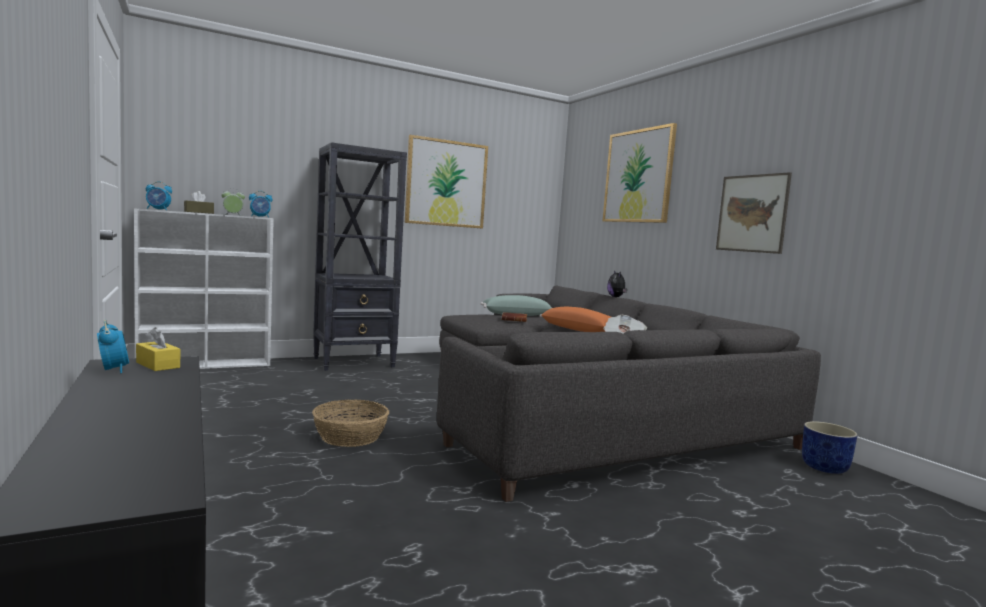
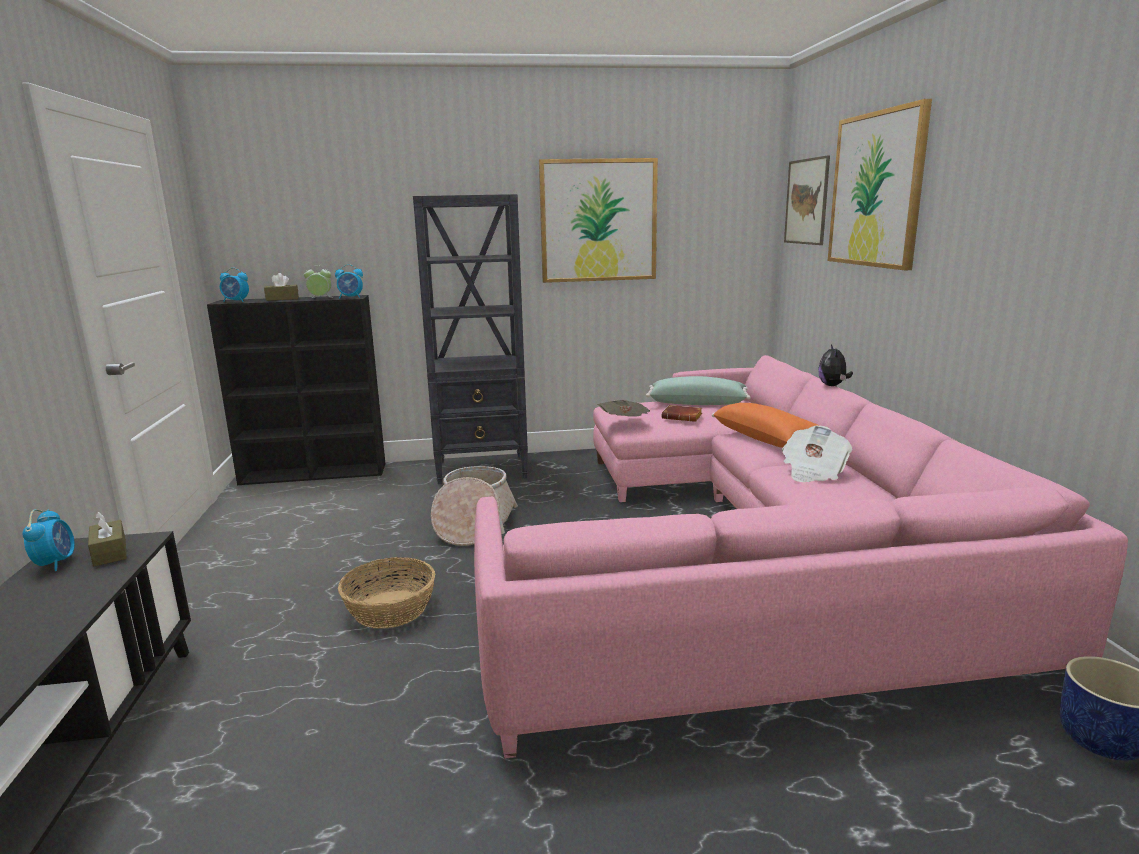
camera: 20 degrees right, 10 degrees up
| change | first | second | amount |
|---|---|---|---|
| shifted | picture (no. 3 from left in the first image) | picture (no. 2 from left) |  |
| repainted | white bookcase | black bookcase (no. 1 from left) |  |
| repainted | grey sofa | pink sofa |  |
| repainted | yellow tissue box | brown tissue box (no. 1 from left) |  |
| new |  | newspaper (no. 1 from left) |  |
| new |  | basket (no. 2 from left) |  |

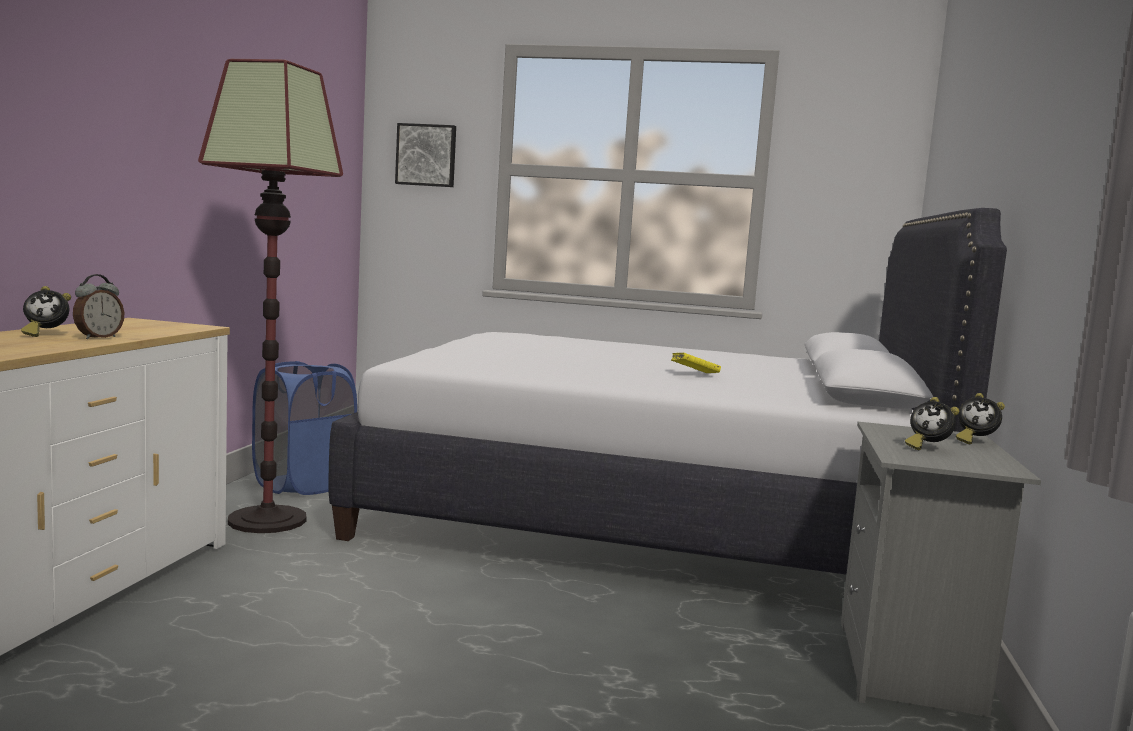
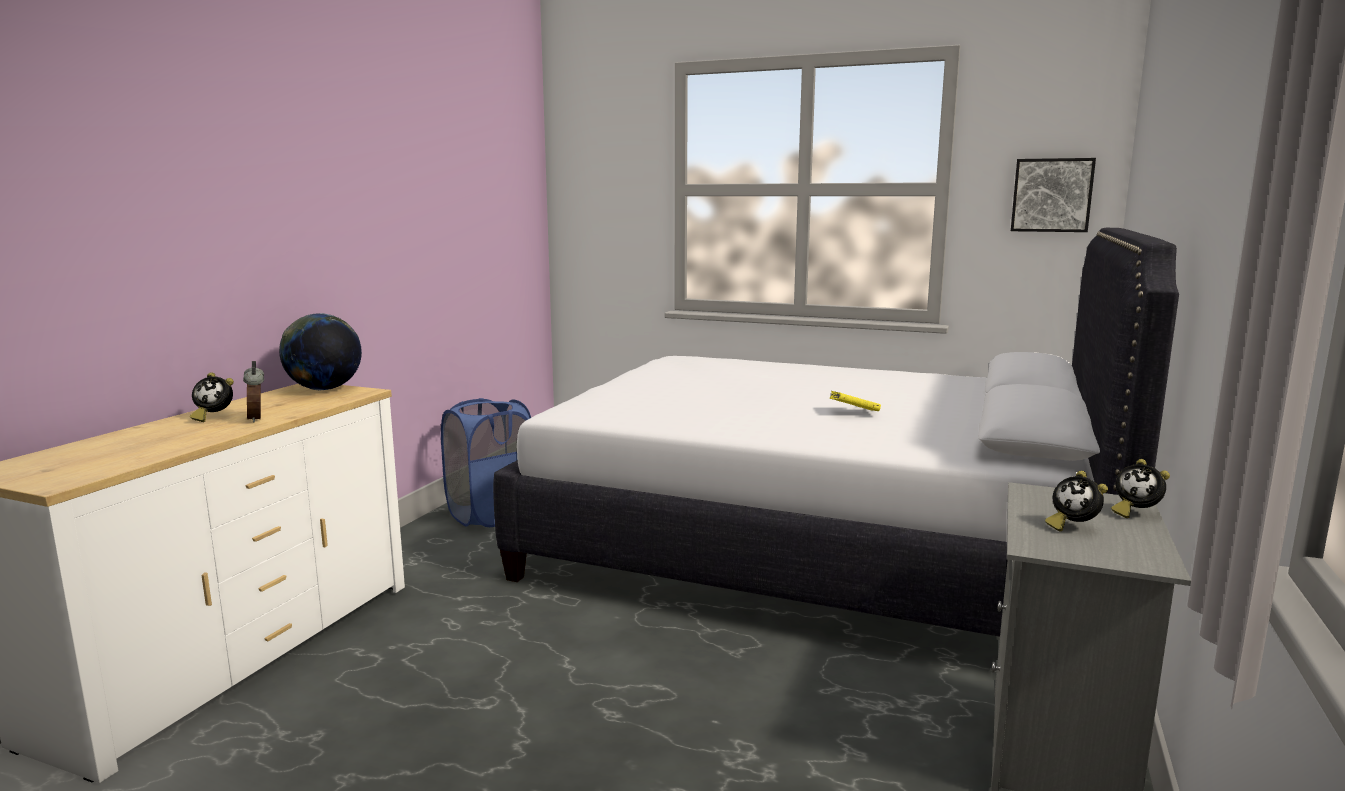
camera: 10 degrees right, 5 degrees up
| change | first | second | amount |
|---|---|---|---|
| gone | floor lamp |  |  |
| shifted | picture |  |  |
| rotated | alarm clock (no. 2 from left) |  | 120 degrees clockwise |
| new |  | globe |  |

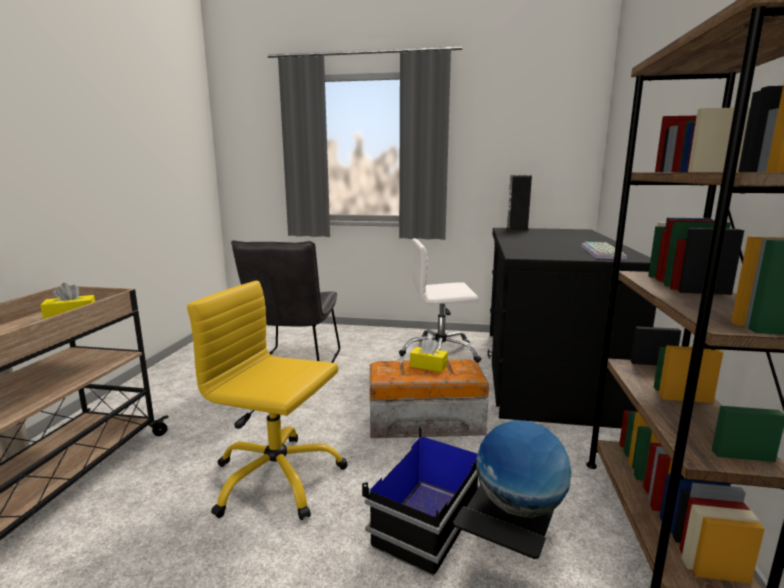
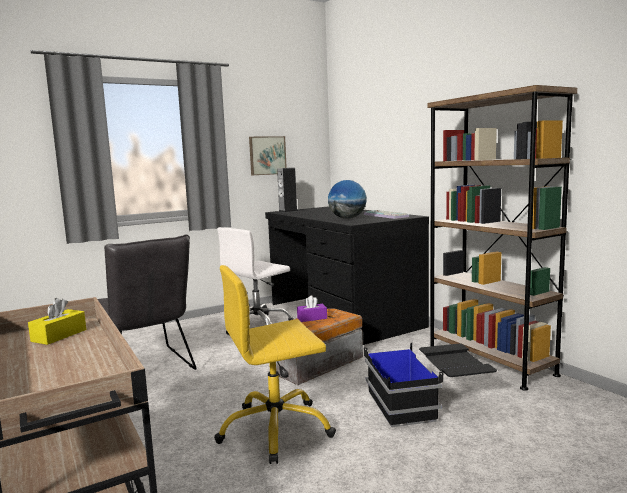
camera: 40 degrees left, 5 degrees down
| change | first | second | amount |
|---|---|---|---|
| repainted | yellow tissue box (no. 2 from left) | purple tissue box |  |
| shifted | globe |  |  |
| new |  | picture |  |

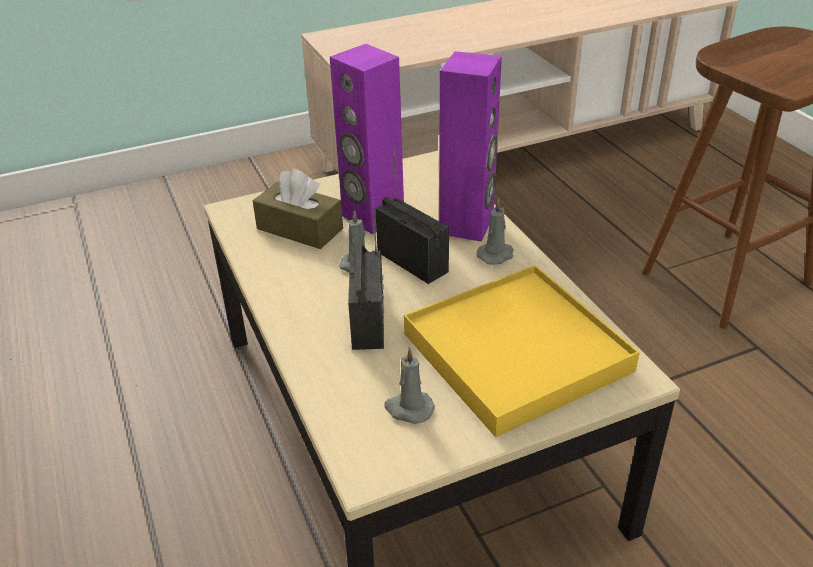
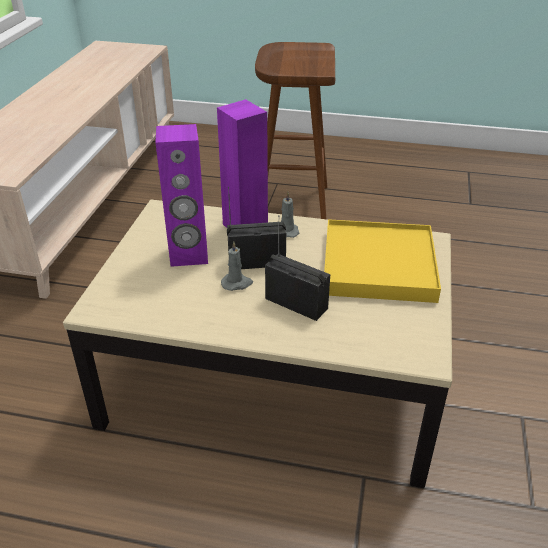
camera: 55 degrees left, 0 degrees up
| change | first | second | amount |
|---|---|---|---|
| gone | brown tissue box |  |  |
| gone | grey candle (no. 2 from left) |  |  |

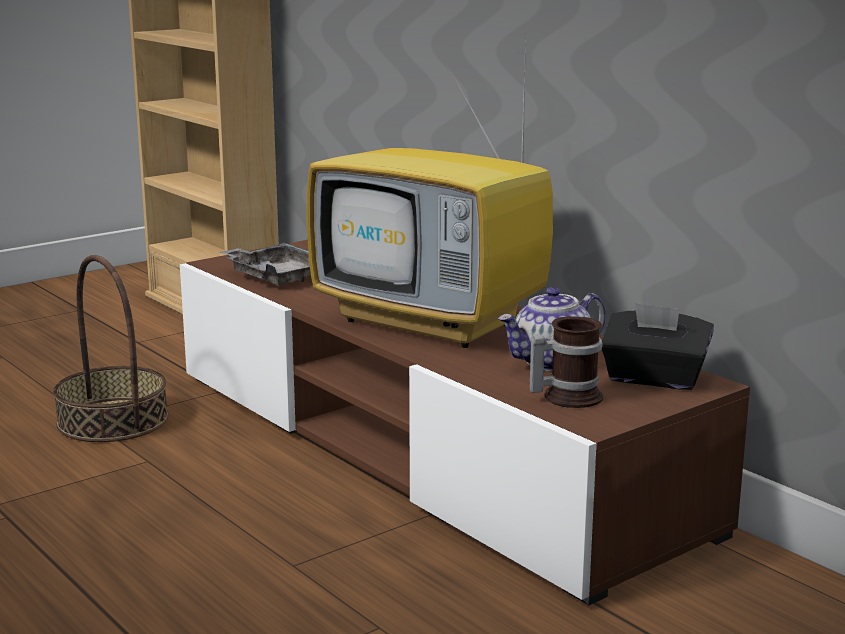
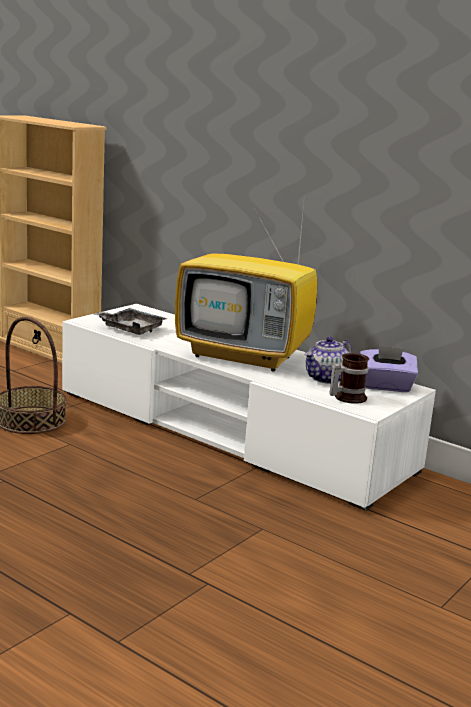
camera: 15 degrees left, 0 degrees up
| change | first | second | amount |
|---|---|---|---|
| repainted | brown tv stand | white tv stand |  |
| repainted | black tissue box | purple tissue box |  |

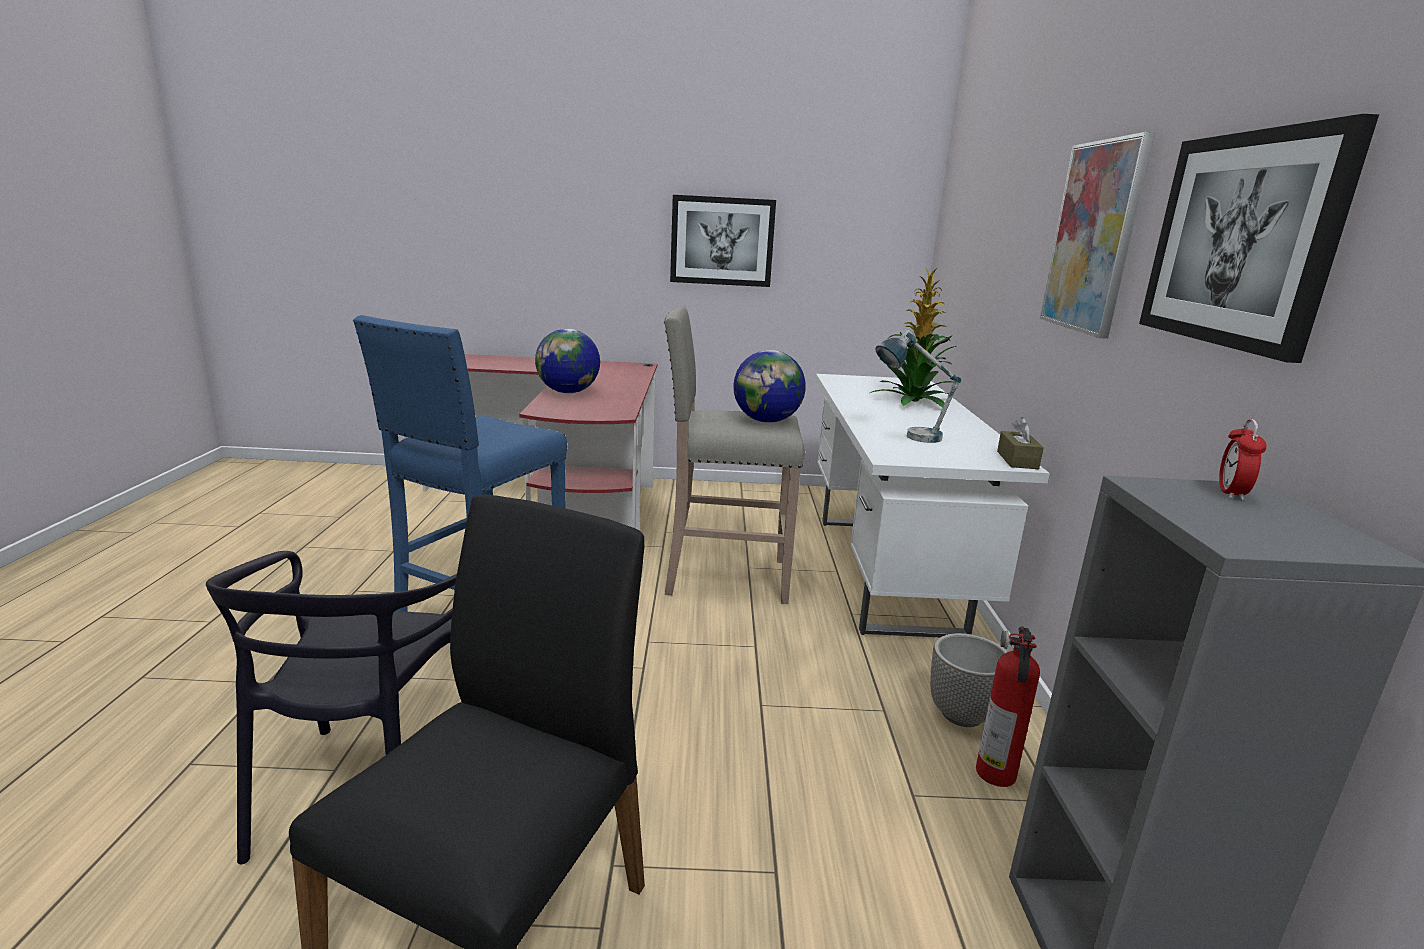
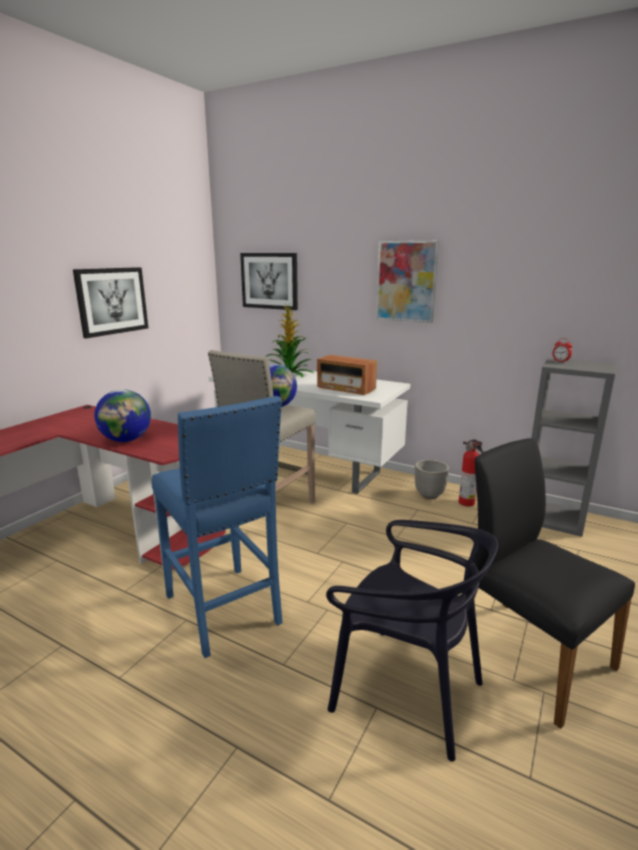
camera: 60 degrees left, 0 degrees up
| change | first | second | amount |
|---|---|---|---|
| shifted | picture (no. 3 from left in the first image) | picture (no. 2 from left) |  |
| swapped | table lamp | radio |  |
| gone | brown tissue box |  |  |

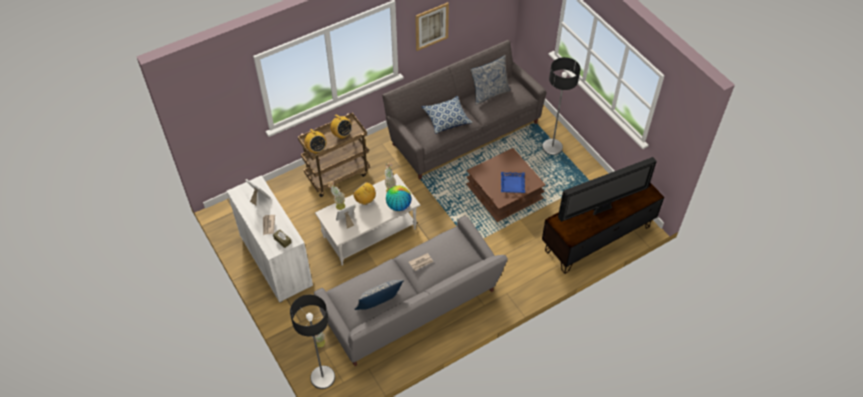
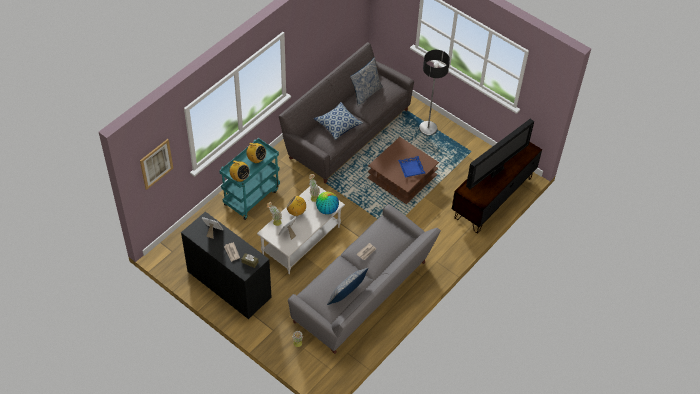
camera: 20 degrees left, 0 degrees up
| change | first | second | amount |
|---|---|---|---|
| shifted | picture |  |  |
| repainted | brown cart | turquoise cart |  |
| repainted | white cabinet | black cabinet |  |
| gone | floor lamp (no. 1 from left) |  |  |

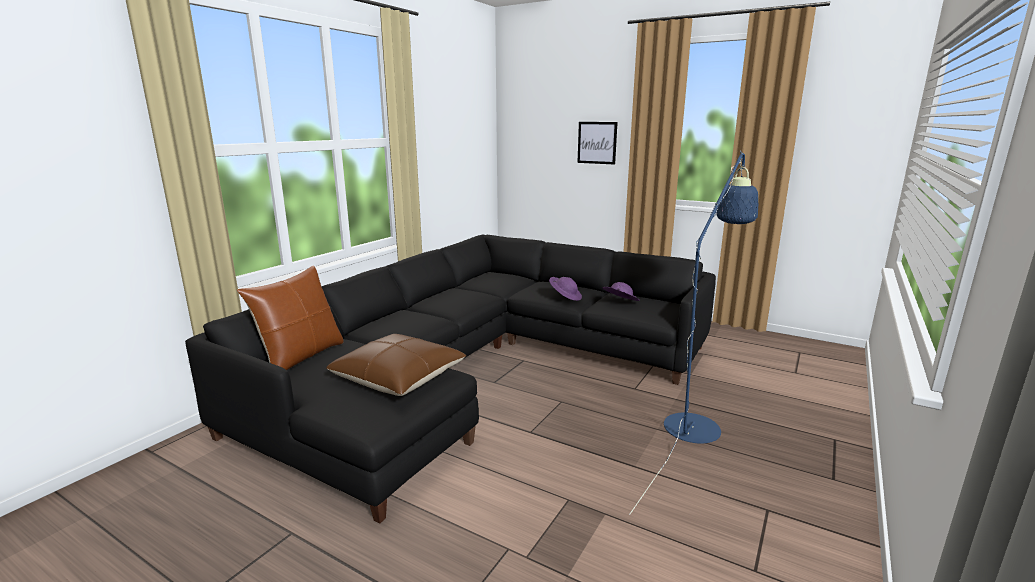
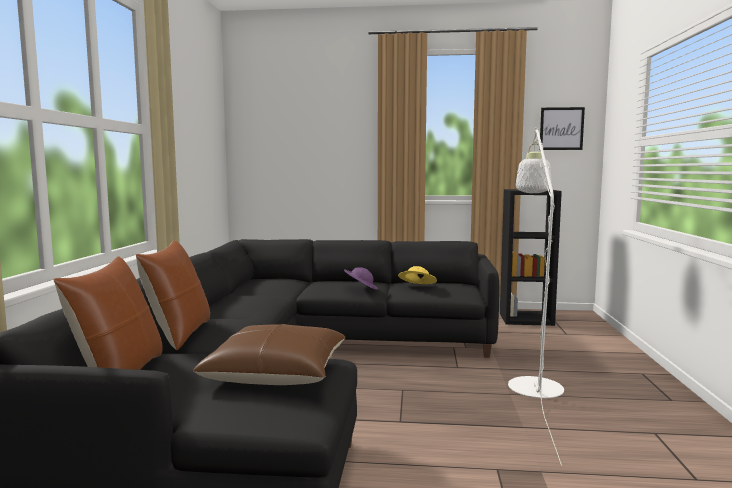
camera: 25 degrees left, 10 degrees down
| change | first | second | amount |
|---|---|---|---|
| shifted | picture |  |  |
| repainted | blue floor lamp | white floor lamp |  |
| repainted | purple hat (no. 2 from left) | yellow hat |  |
| new |  | black bookcase |  |
| new |  | brown pillow (no. 2 from left) |  |

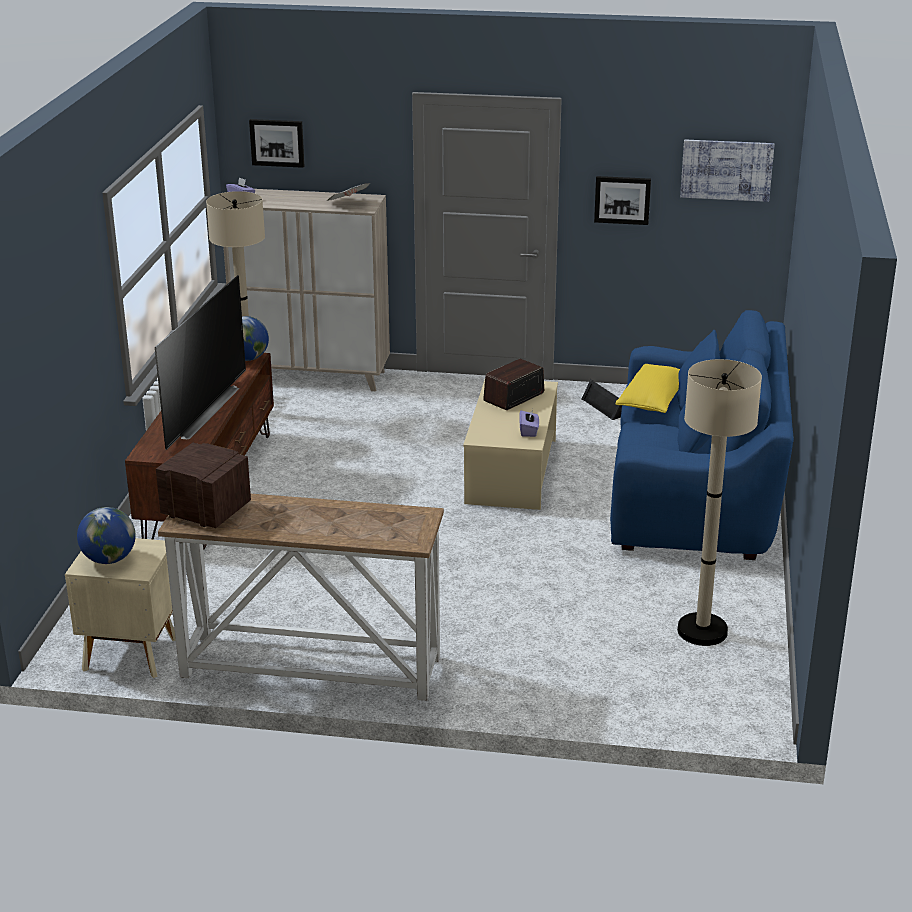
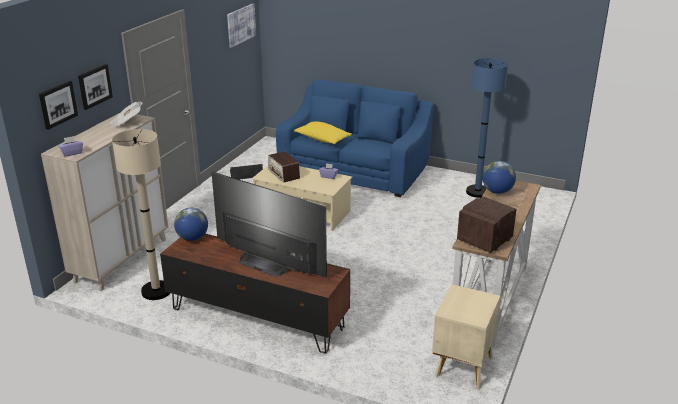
camera: 75 degrees left, 0 degrees up
| change | first | second | amount |
|---|---|---|---|
| shifted | picture (no. 2 from left) |  |  |
| repainted | beige floor lamp (no. 2 from left) | blue floor lamp |  |
| shifted | globe (no. 1 from left in the first image) | globe (no. 2 from left) |  |

